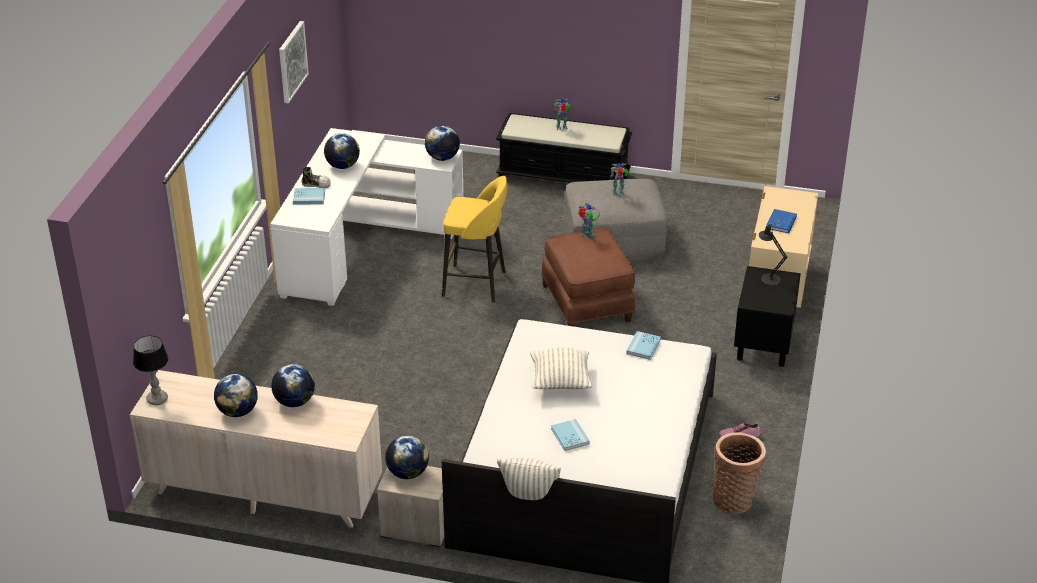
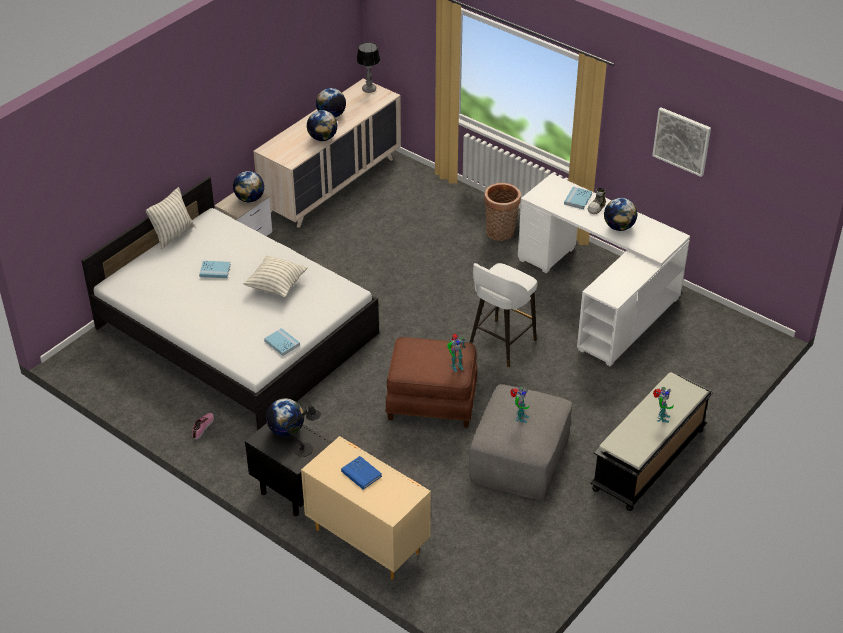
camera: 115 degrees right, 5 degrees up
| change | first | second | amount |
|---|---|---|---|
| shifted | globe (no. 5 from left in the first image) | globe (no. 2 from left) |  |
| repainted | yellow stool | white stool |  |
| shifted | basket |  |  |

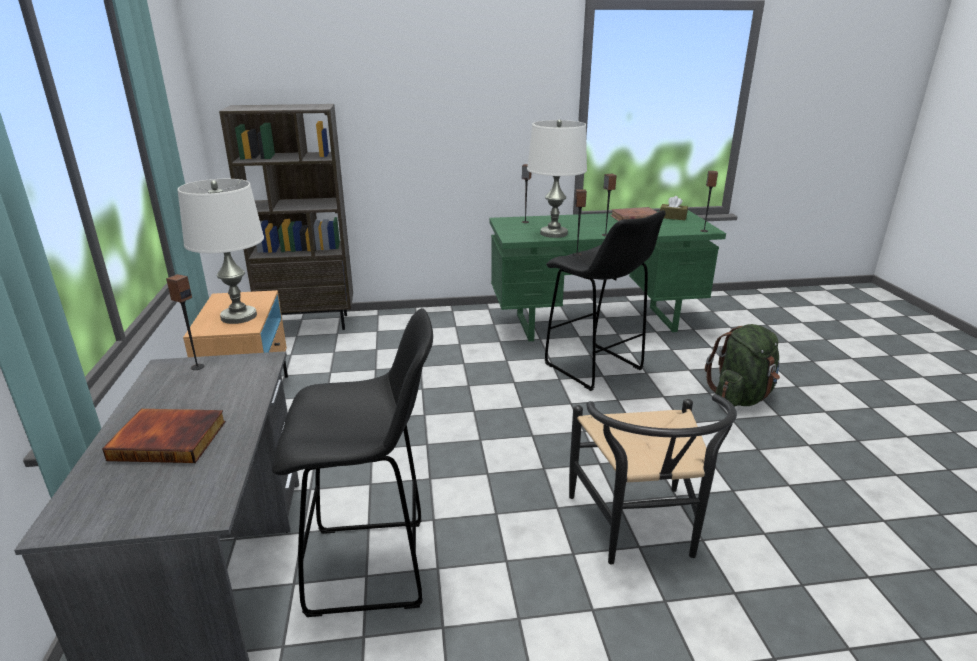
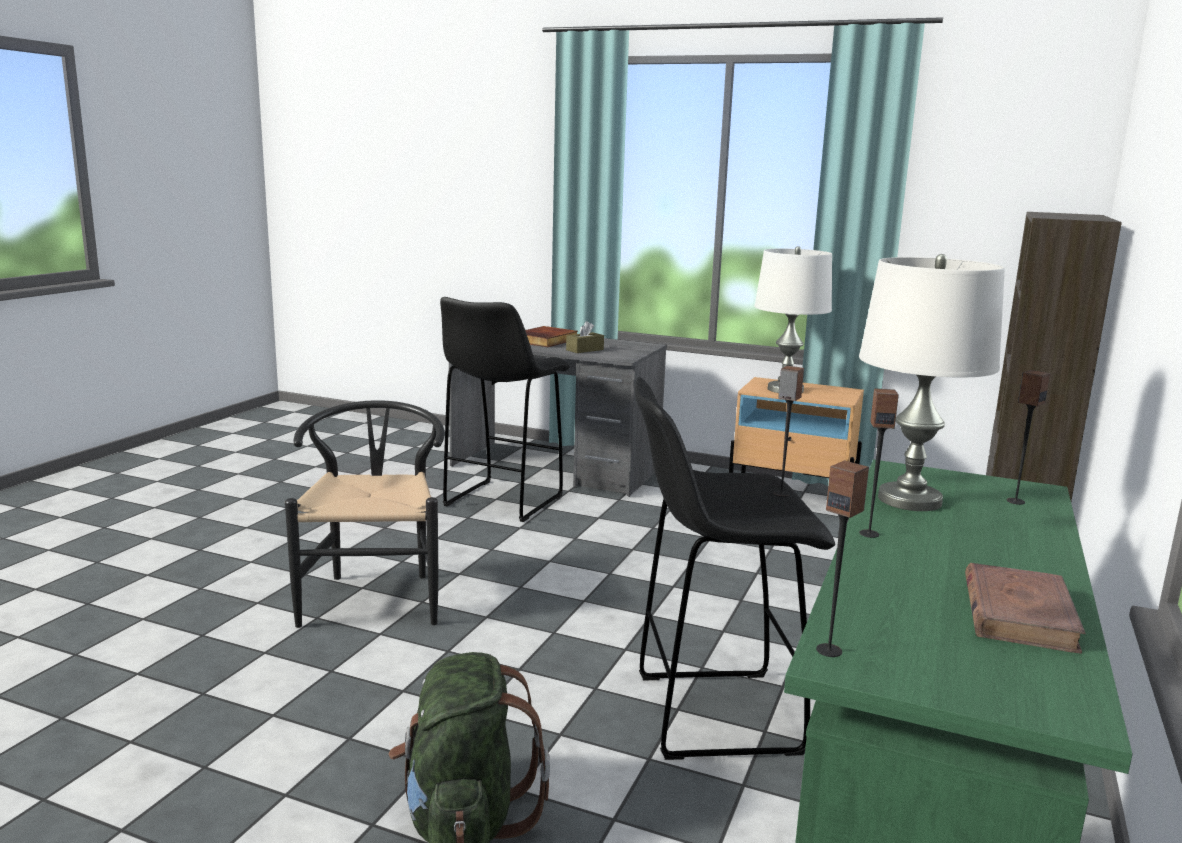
camera: 120 degrees right, 10 degrees down
| change | first | second | amount |
|---|---|---|---|
| shifted | brown tissue box |  |  |
| gone | speaker (no. 1 from left) |  |  |
| rotated | black chair |  | 60 degrees clockwise |

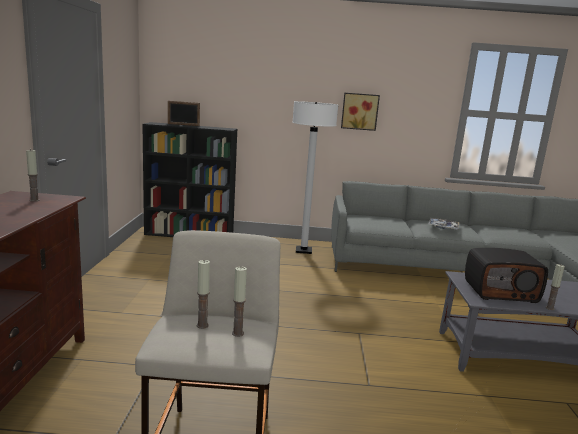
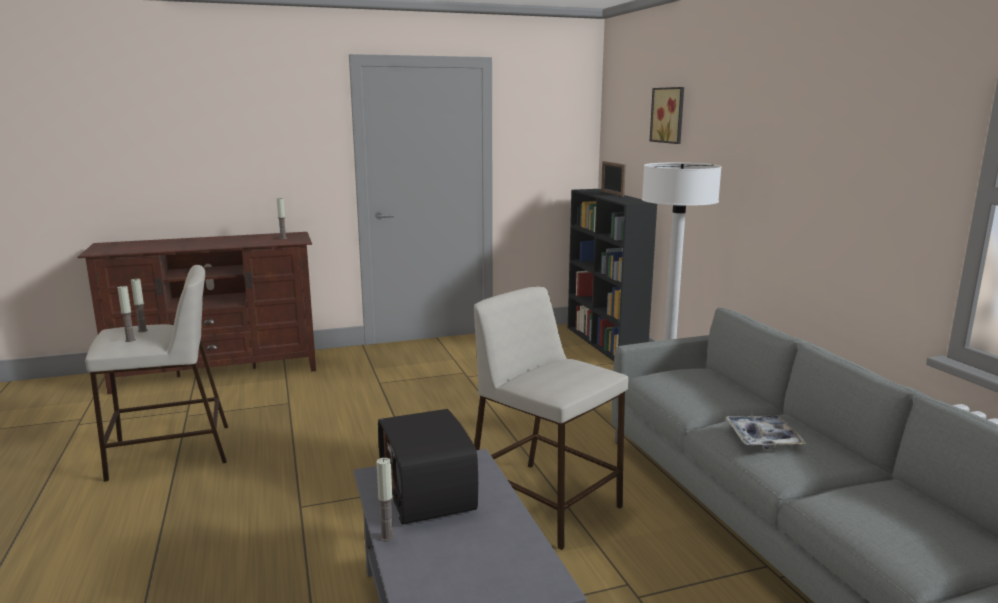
camera: 70 degrees right, 0 degrees up
| change | first | second | amount |
|---|---|---|---|
| shifted | picture |  |  |
| new |  | beige stool (no. 2 from left) |  |

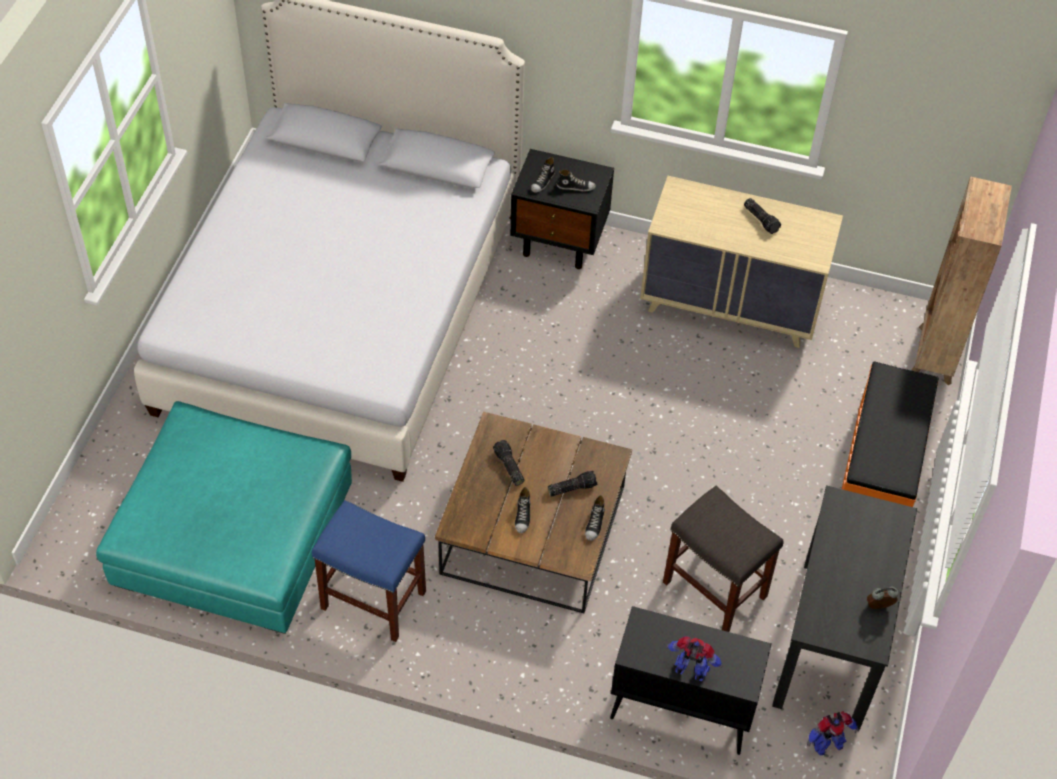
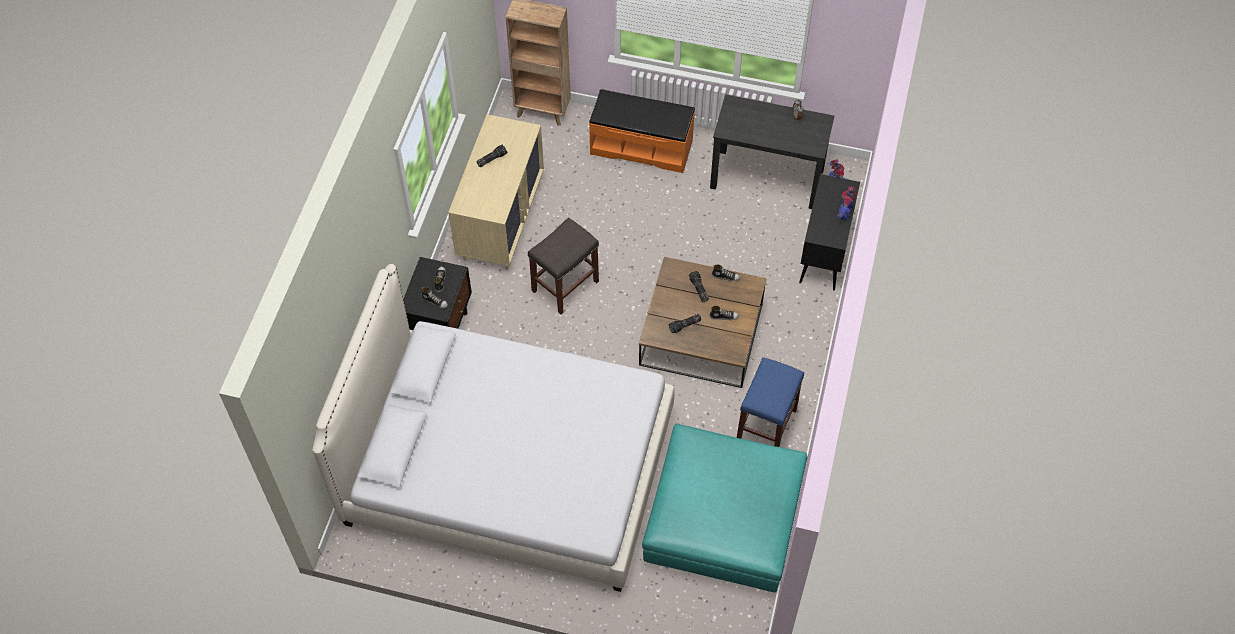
camera: 90 degrees left, 5 degrees up
| change | first | second | amount |
|---|---|---|---|
| shifted | grey stool |  |  |

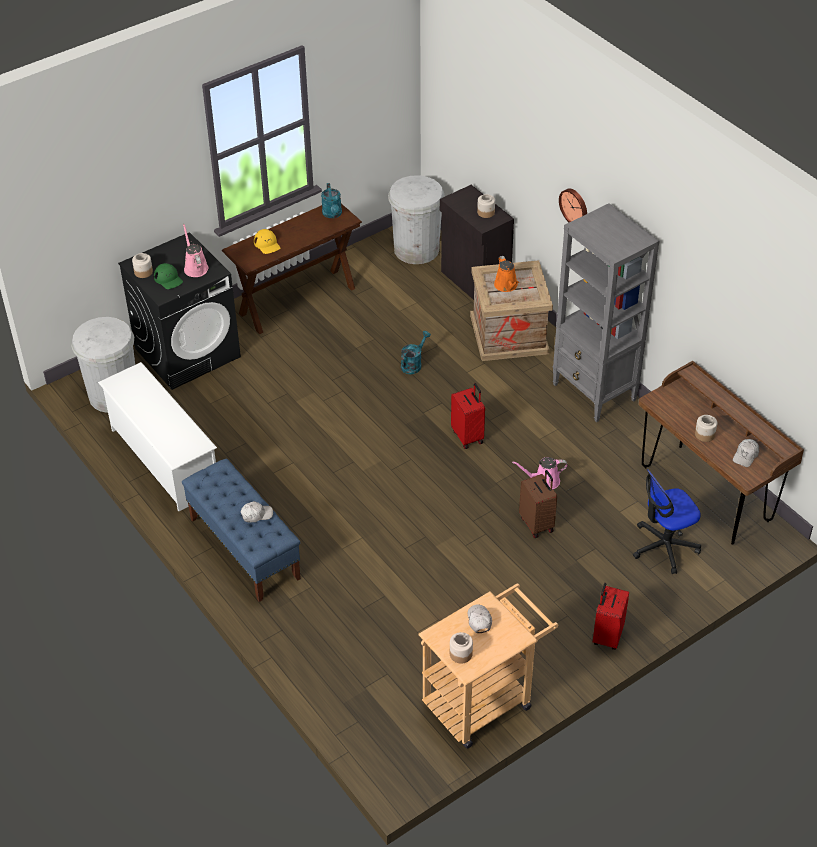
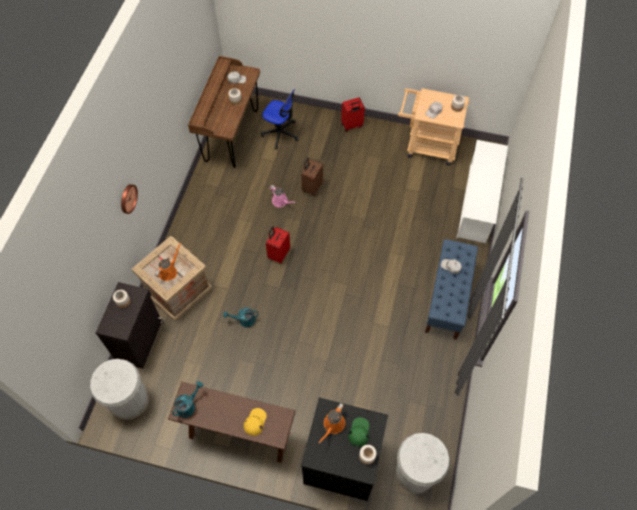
camera: 130 degrees left, 15 degrees up
| change | first | second | amount |
|---|---|---|---|
| gone | grey bookcase |  |  |
| repainted | pink watering can (no. 1 from left) | orange watering can (no. 2 from left) |  |
| shifted | white shoe rack |  |  |

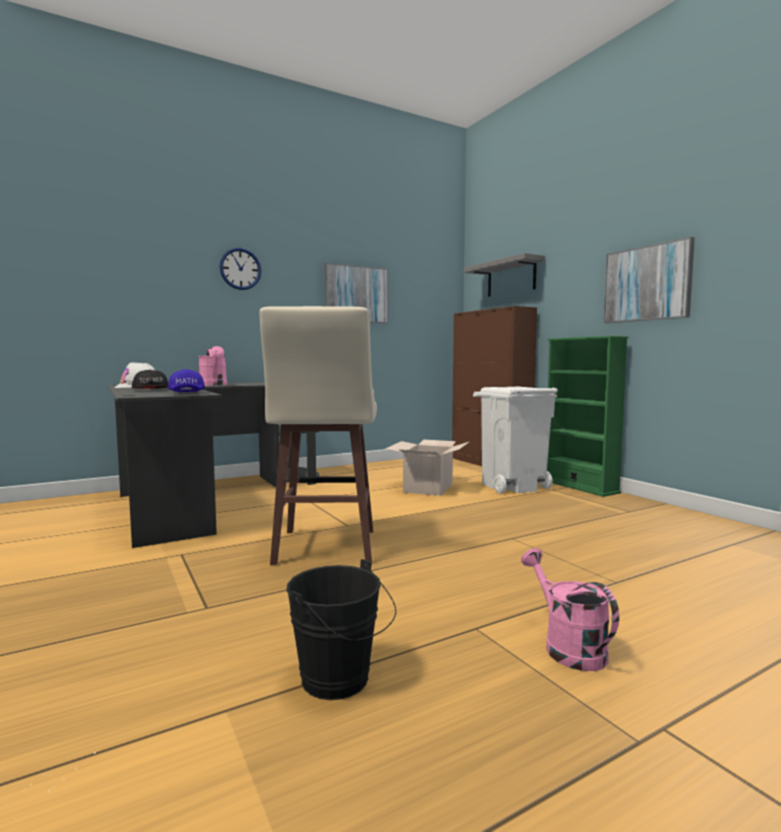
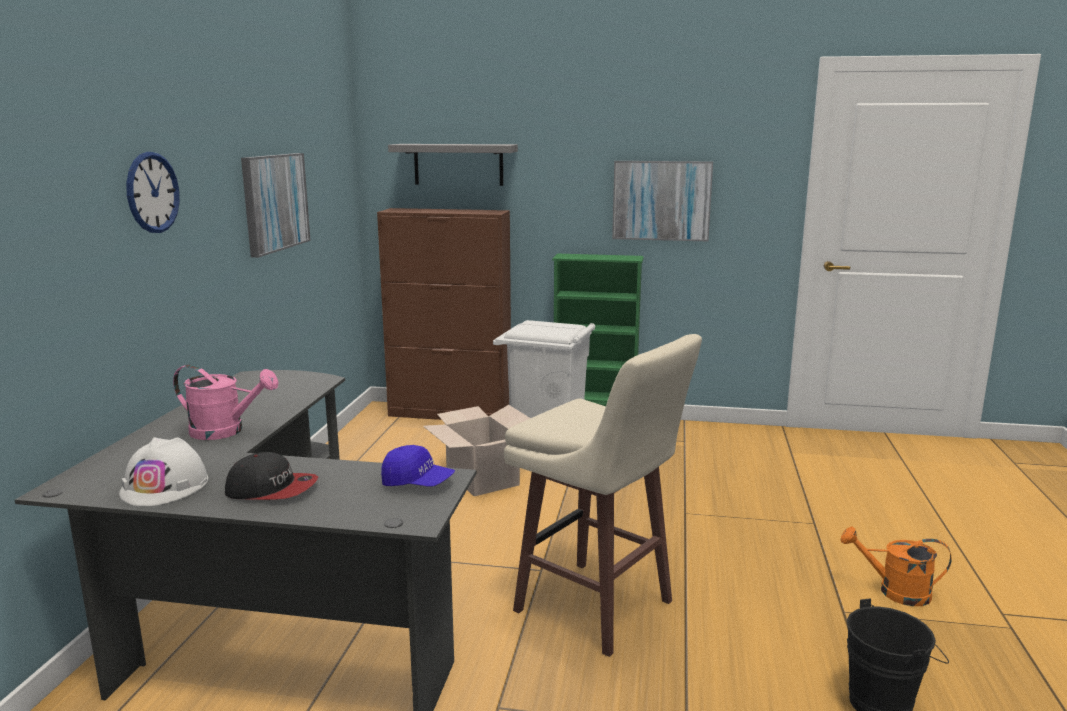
camera: 50 degrees left, 10 degrees up
| change | first | second | amount |
|---|---|---|---|
| repainted | pink watering can (no. 2 from left) | orange watering can |  |

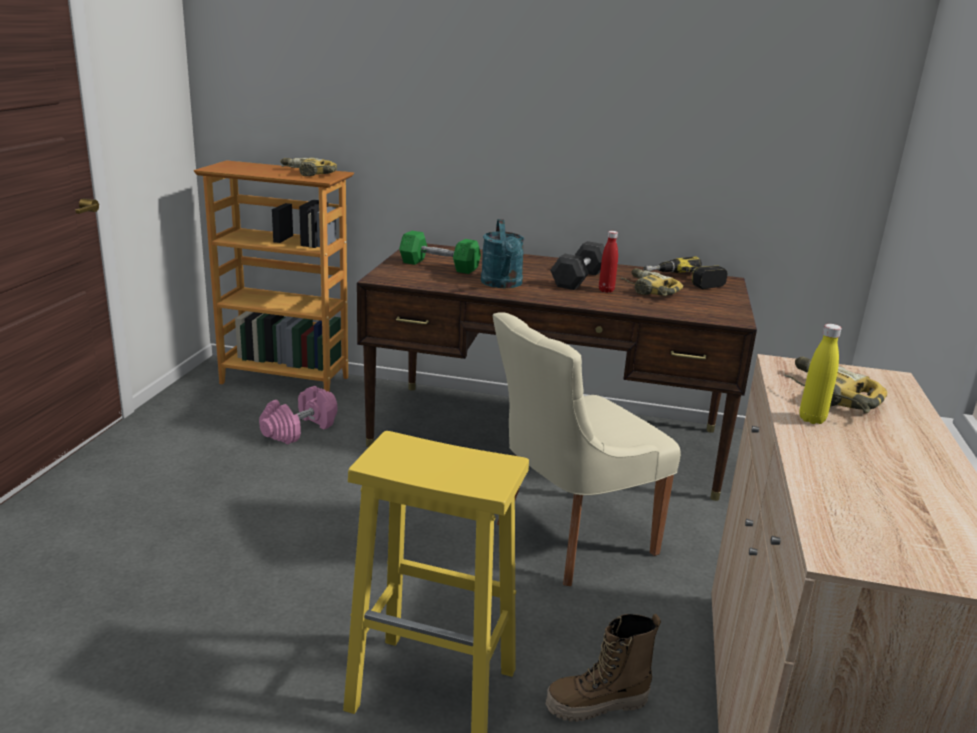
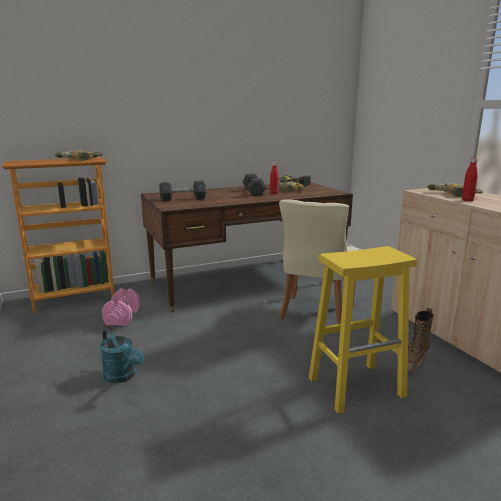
camera: 35 degrees left, 5 degrees down
| change | first | second | amount |
|---|---|---|---|
| shifted | turquoise watering can |  |  |
| repainted | green dumbbell | grey dumbbell (no. 1 from left) |  |
| repainted | yellow bottle | red bottle (no. 2 from left) |  |

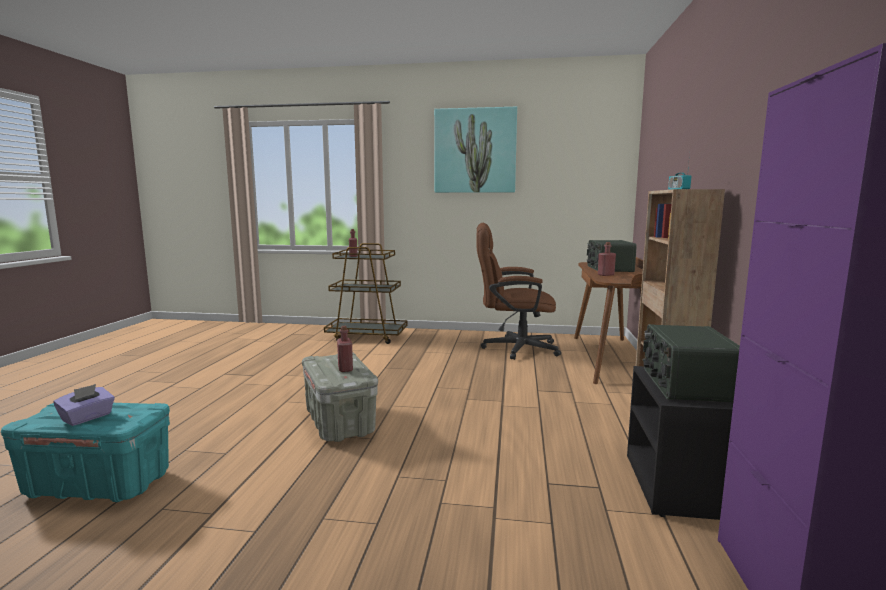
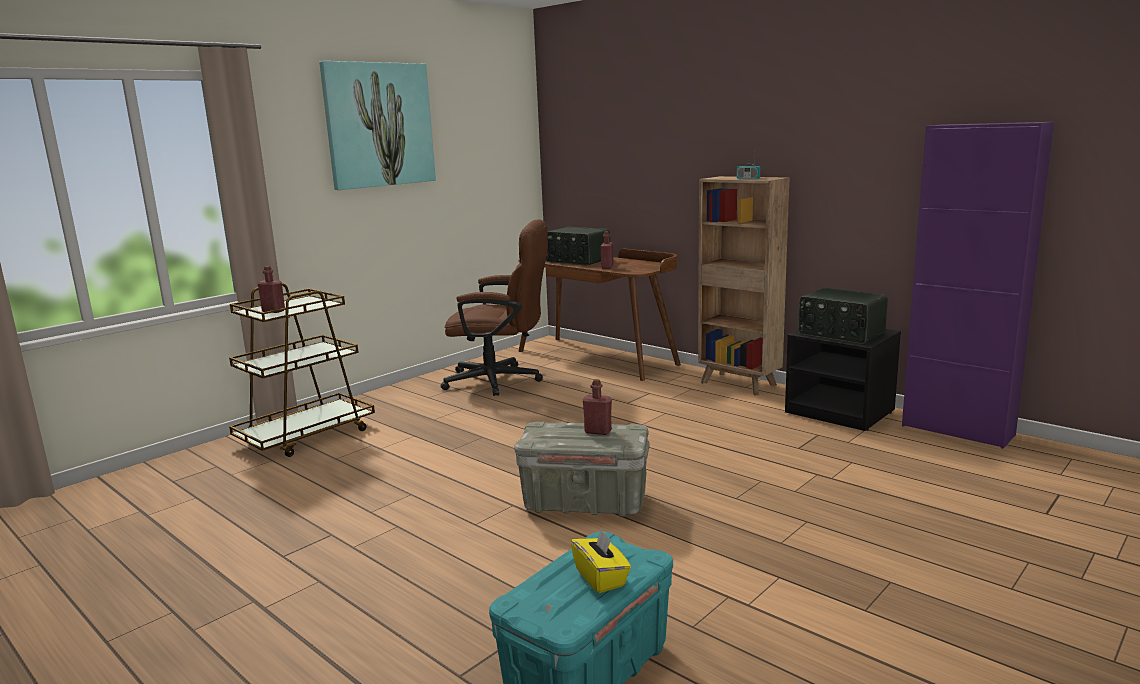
camera: 55 degrees left, 5 degrees up
| change | first | second | amount |
|---|---|---|---|
| rotated | brown office chair |  | 120 degrees counterclockwise |
| repainted | purple tissue box | yellow tissue box |  |

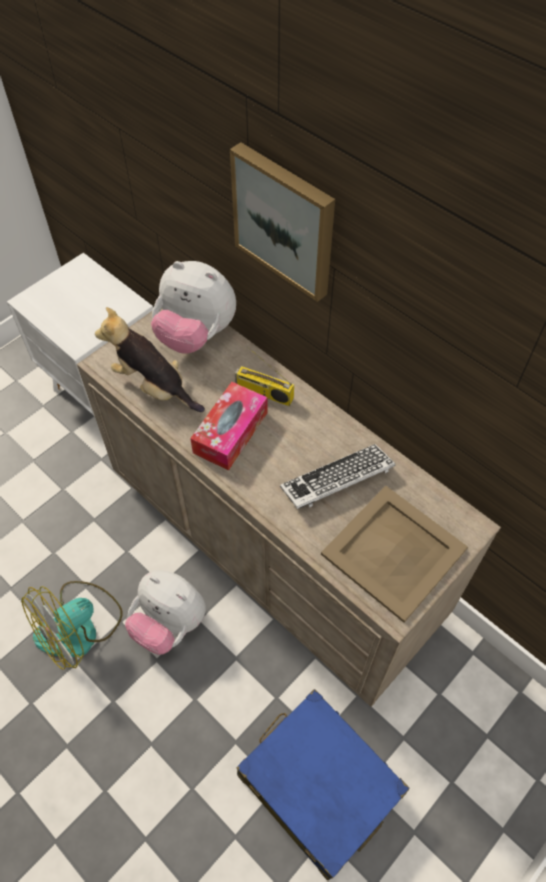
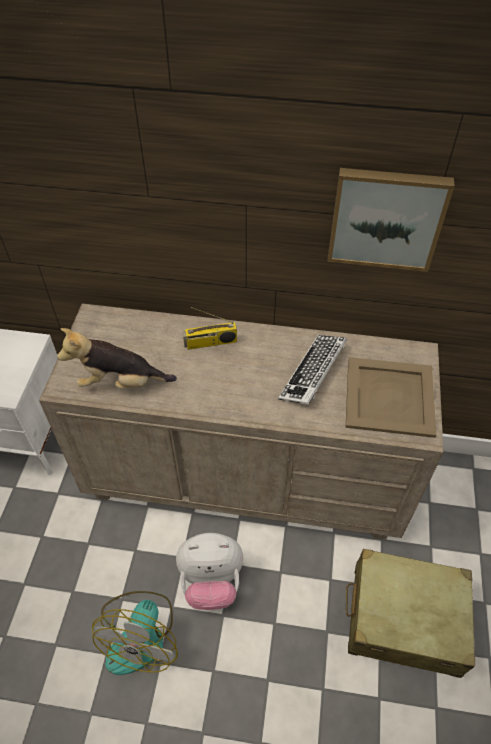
camera: 35 degrees left, 5 degrees down
| change | first | second | amount |
|---|---|---|---|
| shifted | picture |  |  |
| gone | plush toy (no. 3 from left) |  |  |
| gone | tissue box |  |  |
| repainted | blue suitcase | beige suitcase |  |

